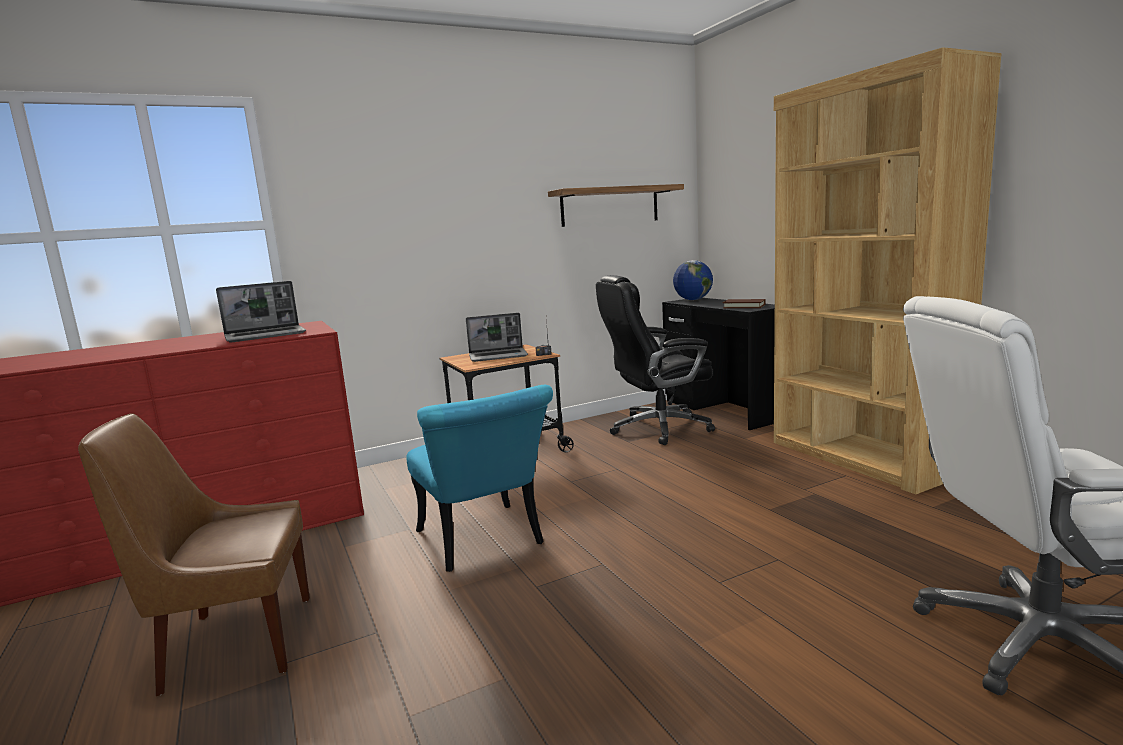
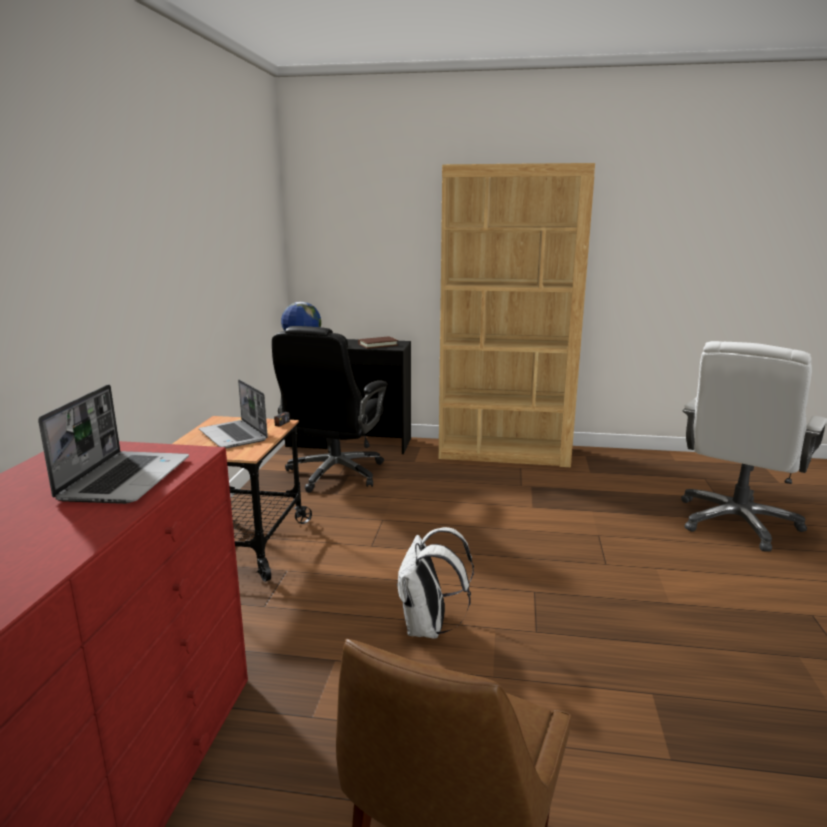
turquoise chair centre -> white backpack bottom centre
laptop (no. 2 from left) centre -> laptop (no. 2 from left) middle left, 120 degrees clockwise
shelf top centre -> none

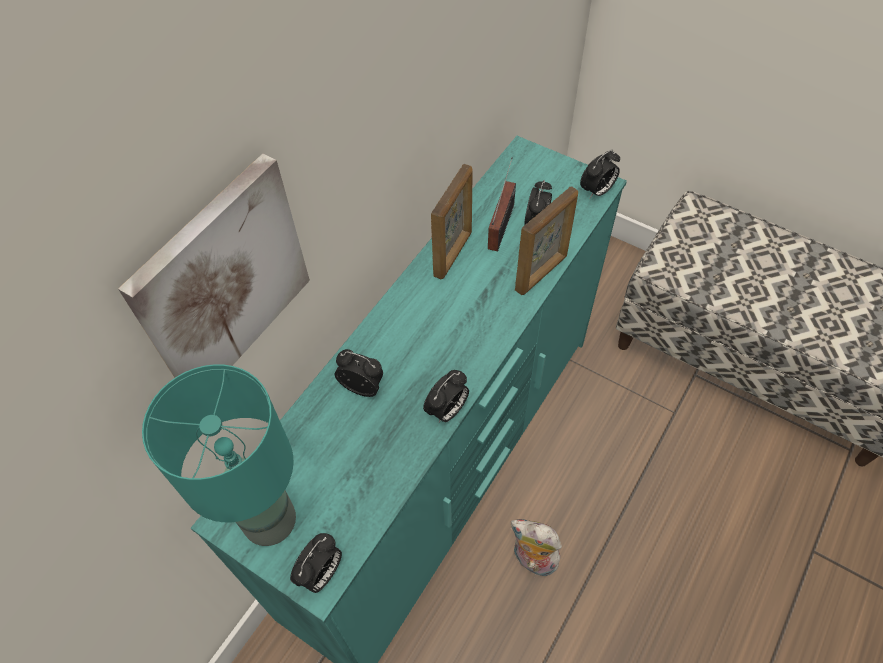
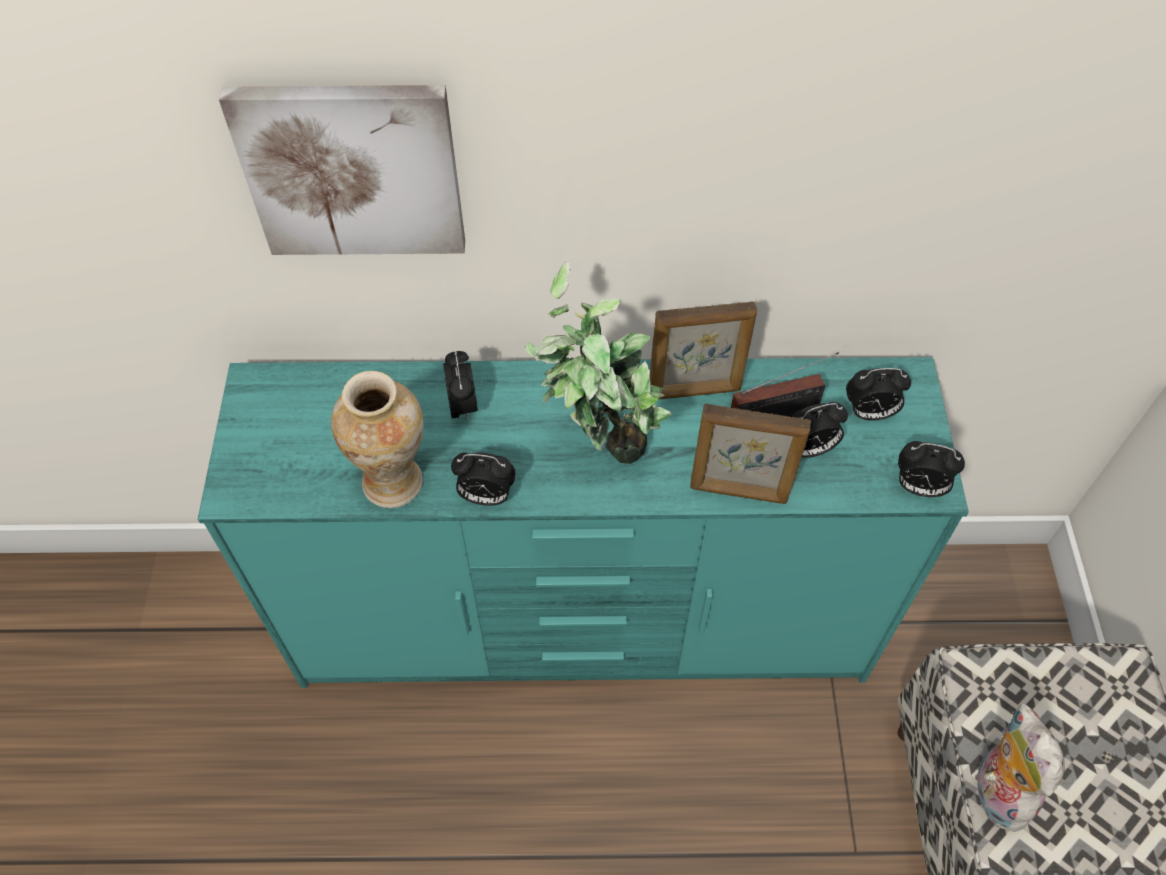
turquoise table lamp bottom left -> none
alarm clock (no. 1 from left in the first image) bottom centre -> alarm clock (no. 4 from left) middle right, shifted
plush toy bottom centre -> plush toy bottom right, shifted
none -> vase middle left
none -> potted plant centre

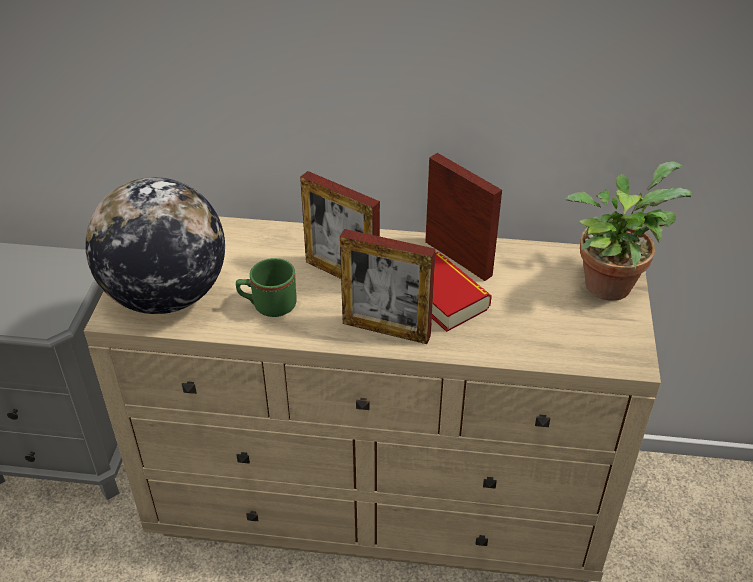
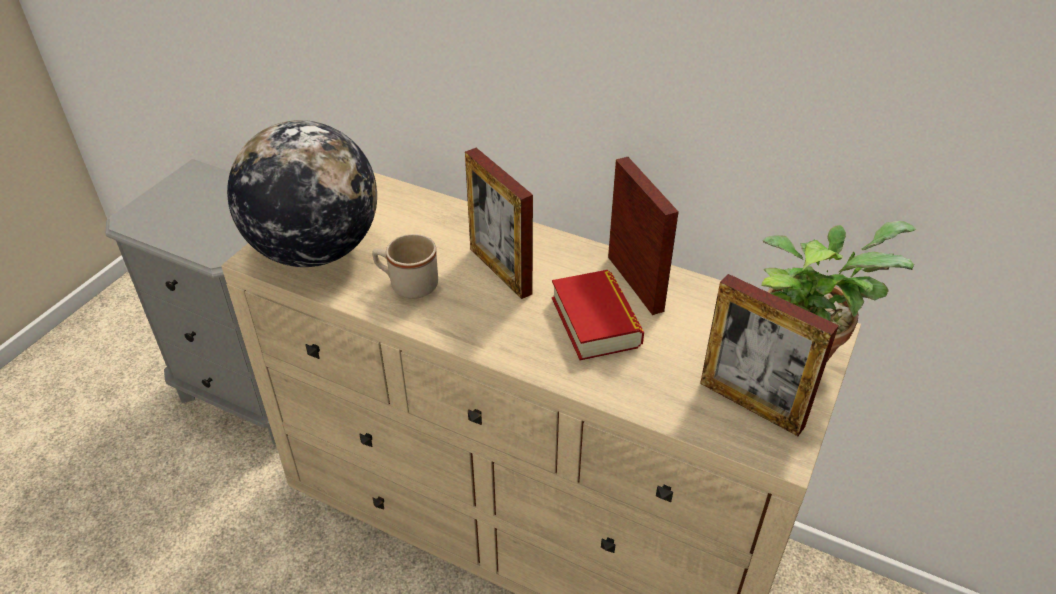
green mug centre -> beige mug centre
picture frame (no. 2 from left in the first image) centre -> picture frame (no. 3 from left) middle right, shifted

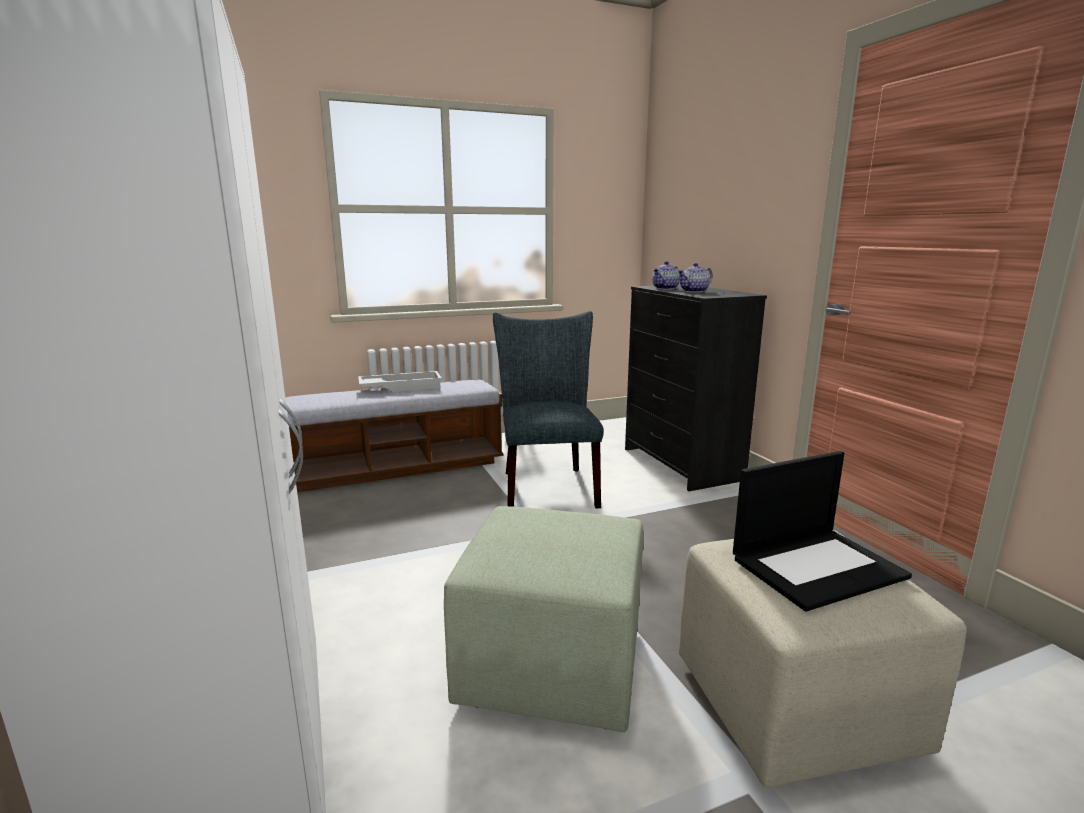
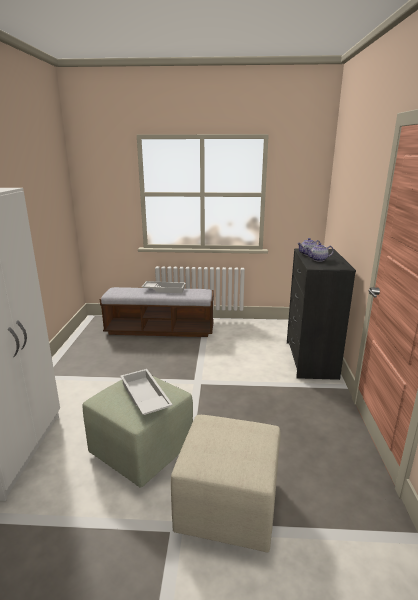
grey chair centre -> none
laptop middle right -> none
none -> white tray (no. 1 from left) centre

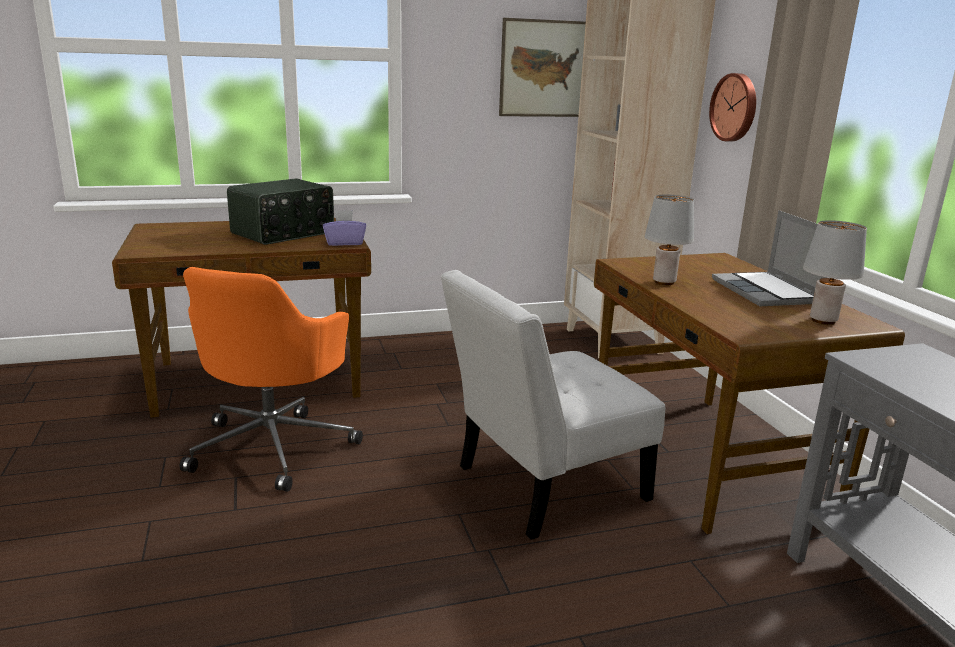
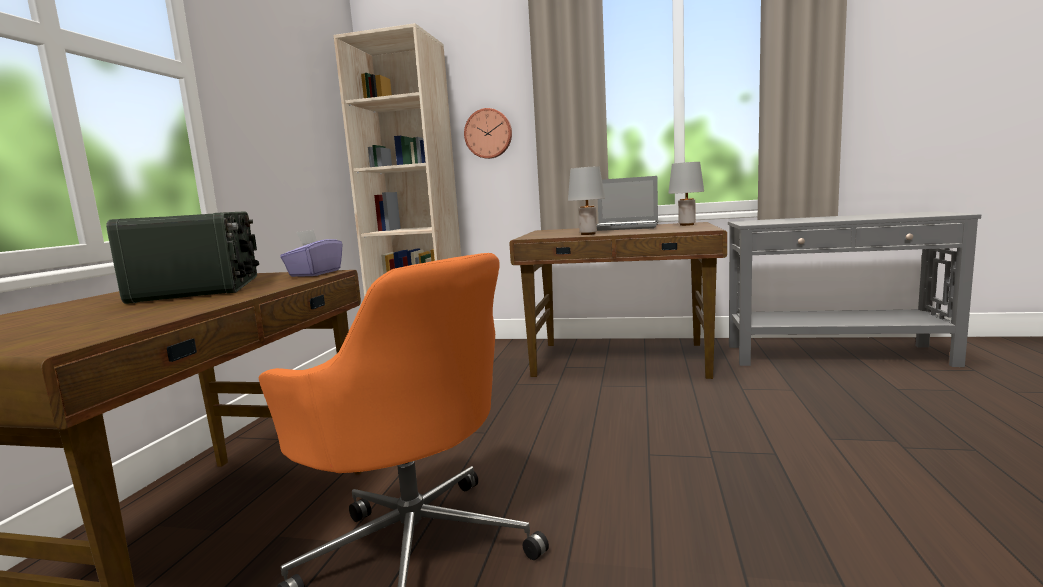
white chair centre -> none
picture top centre -> none

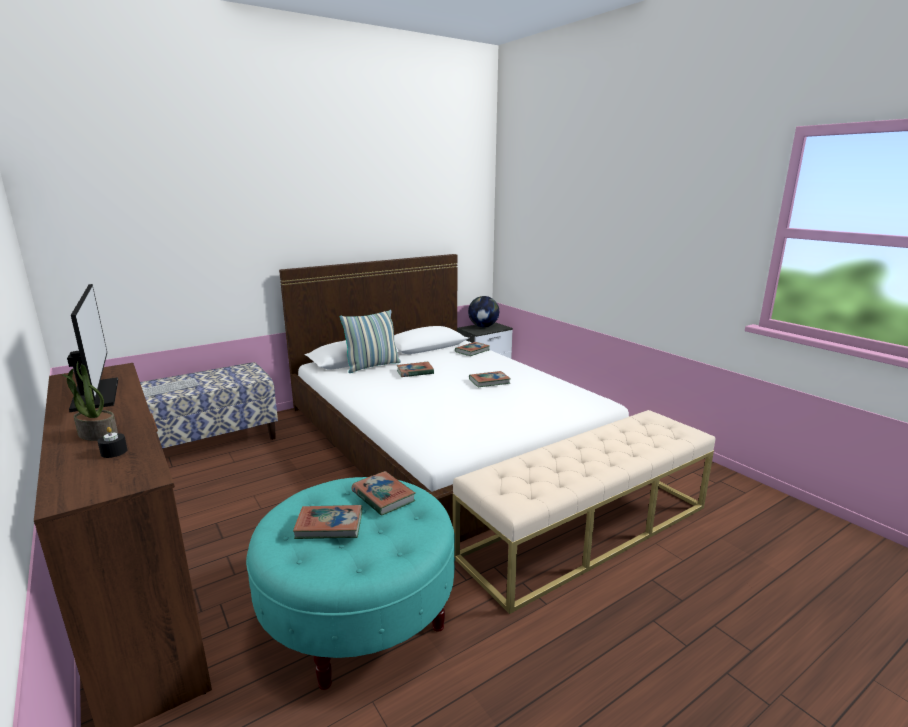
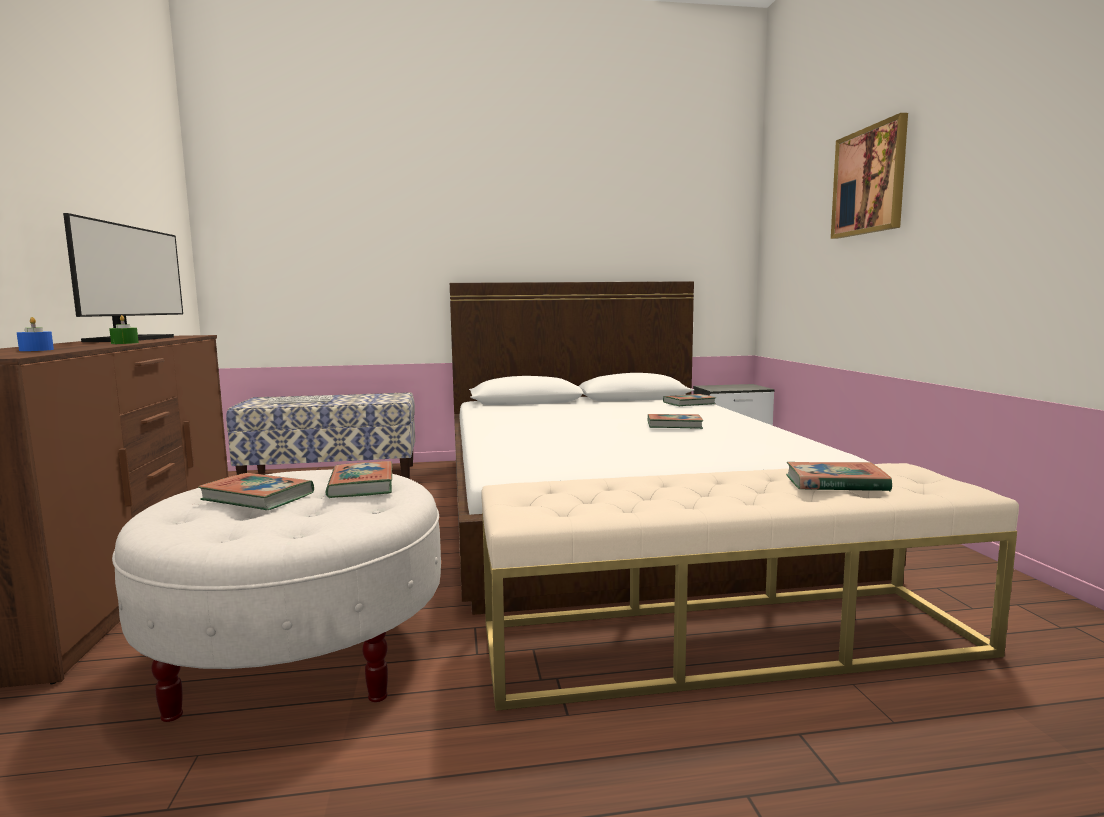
potted plant middle left -> none
black candle middle left -> blue candle middle left
turquoise ottoman bottom centre -> white ottoman bottom left
pillow centre -> none
book (no. 3 from left in the first image) centre -> book (no. 5 from left) middle right, shifted
globe centre -> none
none -> green candle middle left
none -> picture top right

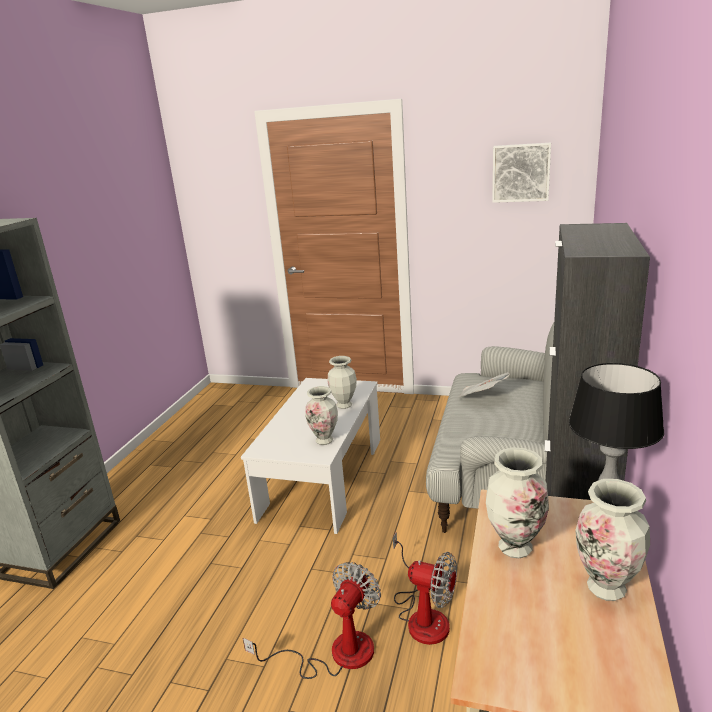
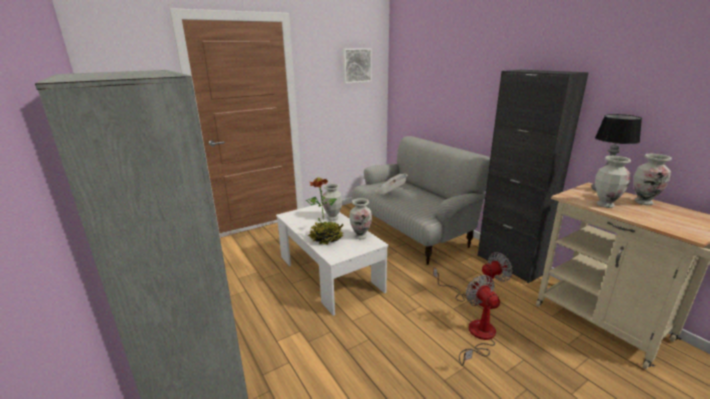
none -> potted plant centre

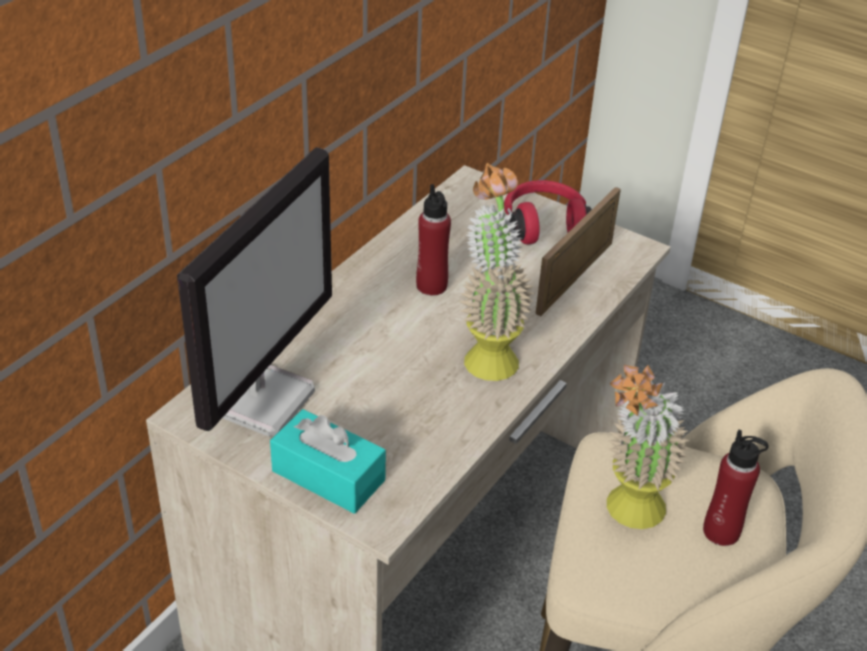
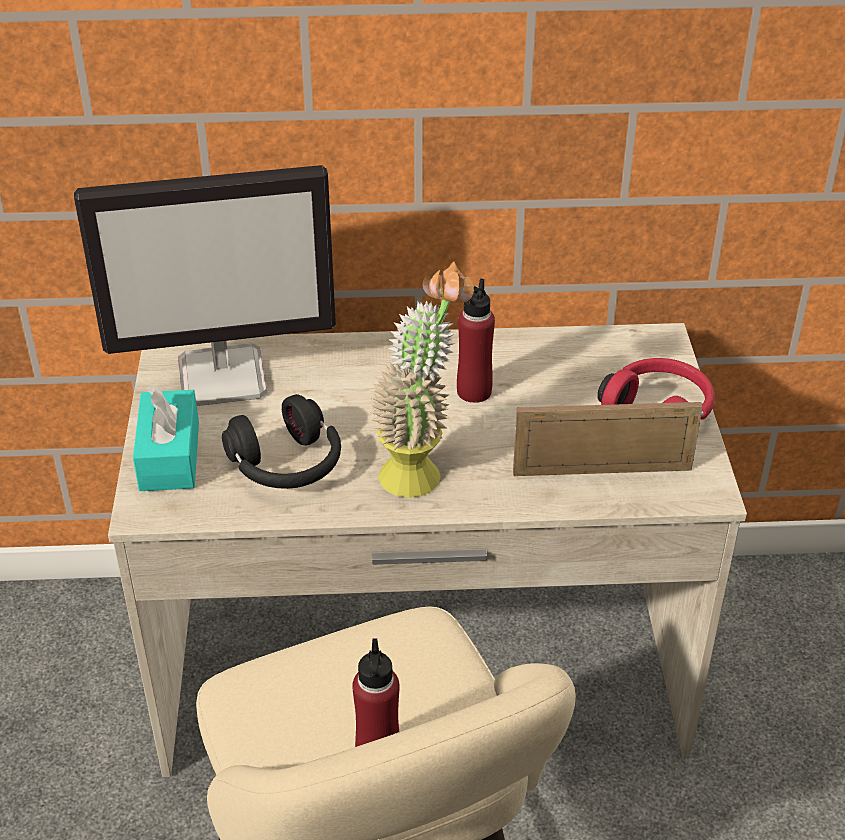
potted plant (no. 2 from left) bottom right -> none
none -> black headphones middle left

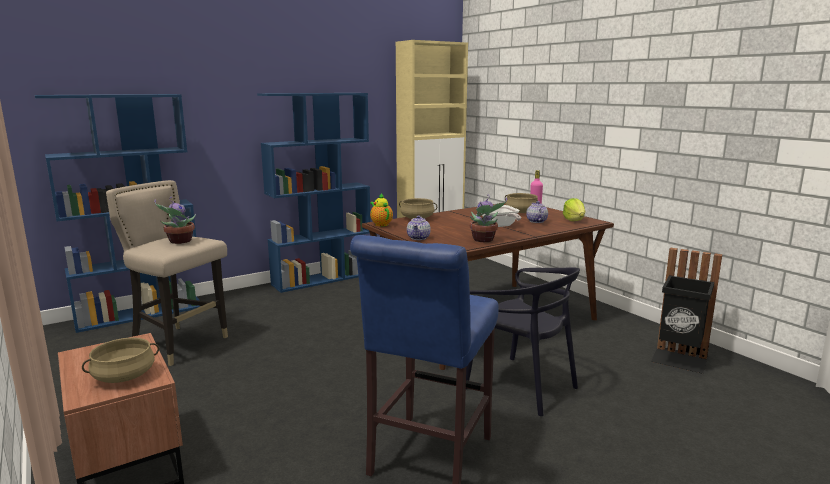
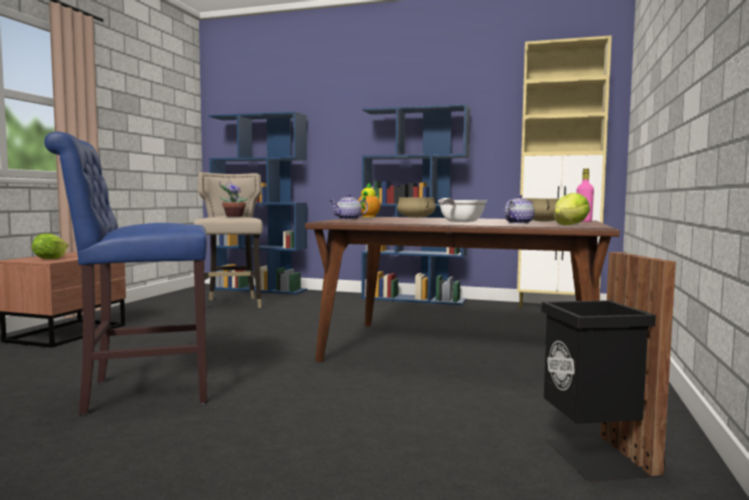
beige cooking pot (no. 1 from left) bottom left -> lettuce (no. 1 from left) middle left
black chair bottom centre -> none
potted plant (no. 2 from left) centre -> none

